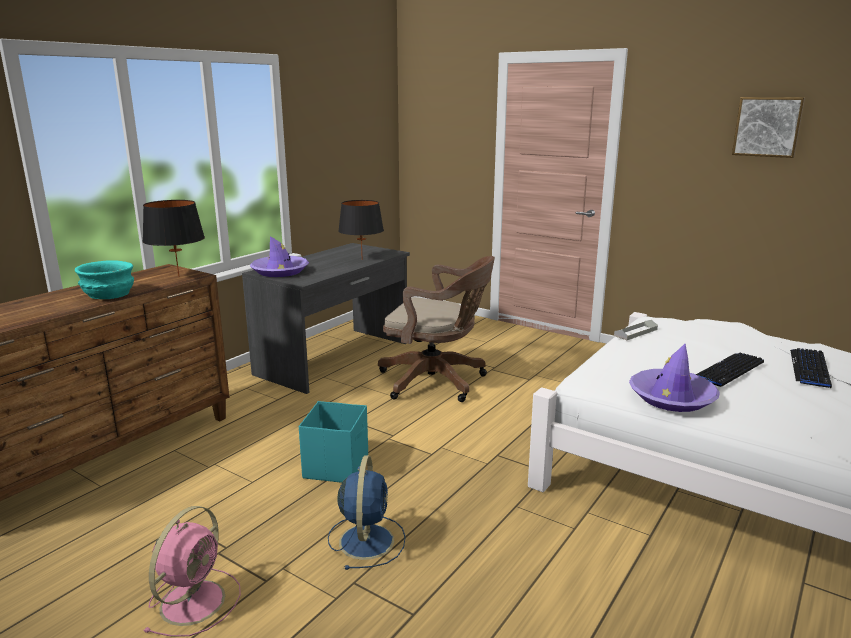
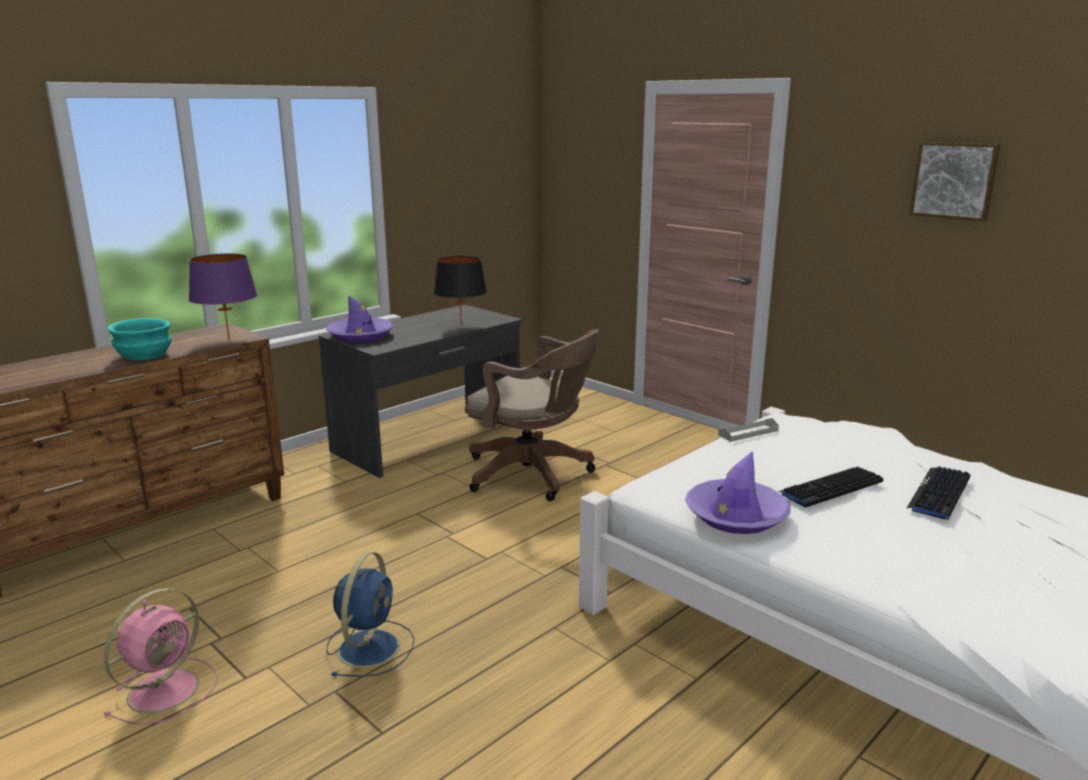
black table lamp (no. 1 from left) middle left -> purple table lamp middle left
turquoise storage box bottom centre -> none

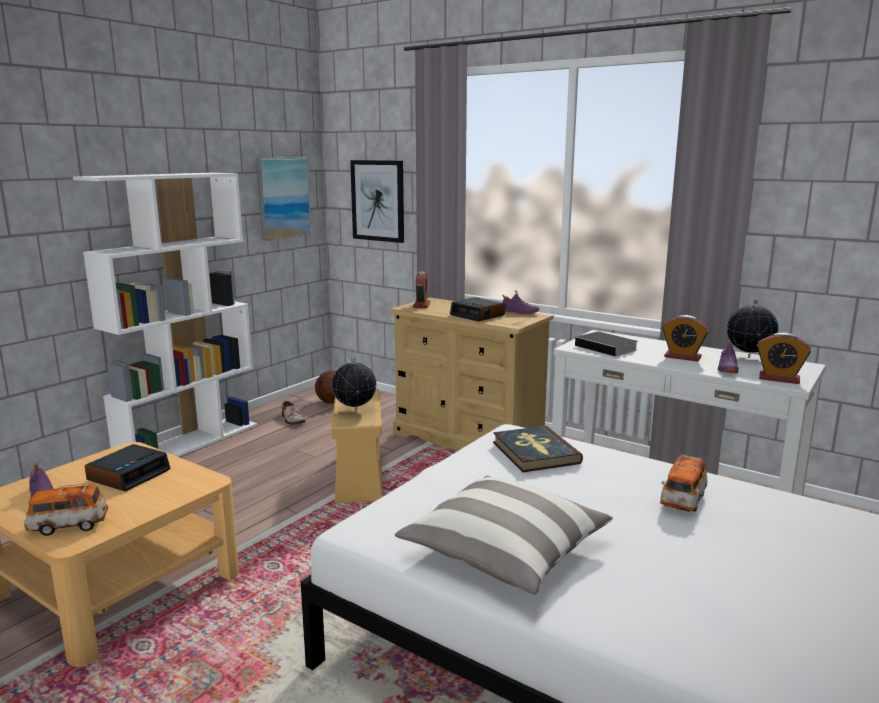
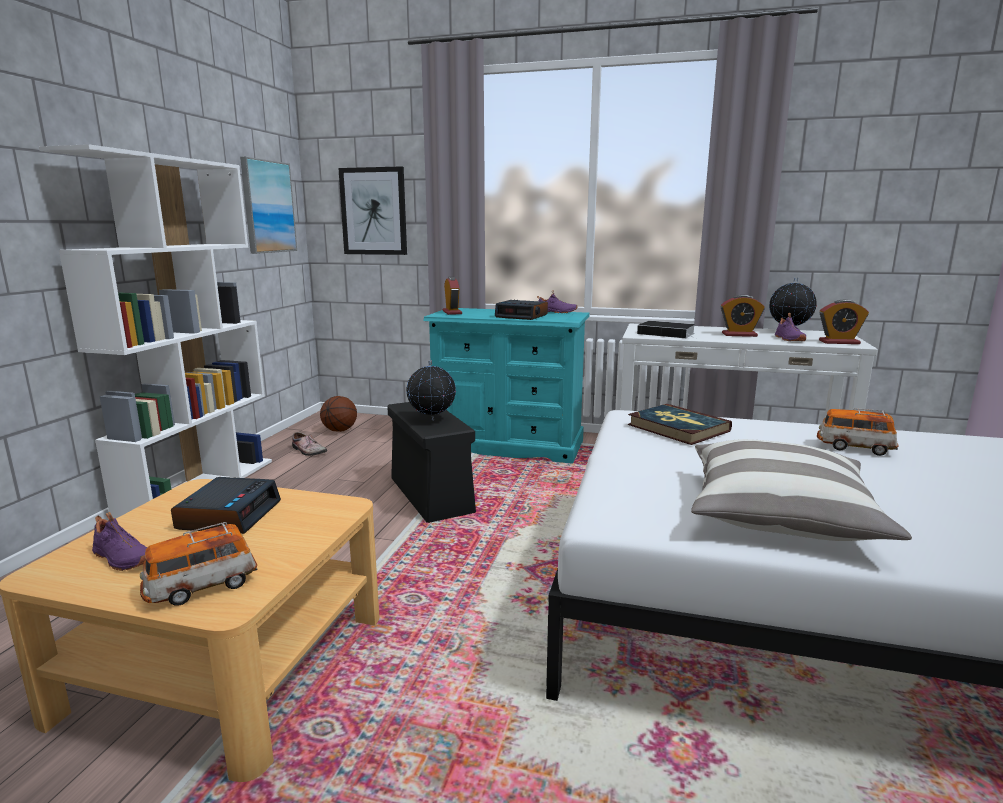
beige storage box centre -> black storage box centre
beige dresser centre -> turquoise dresser centre
toy car (no. 2 from left) bottom right -> toy car (no. 2 from left) middle right, 105 degrees clockwise

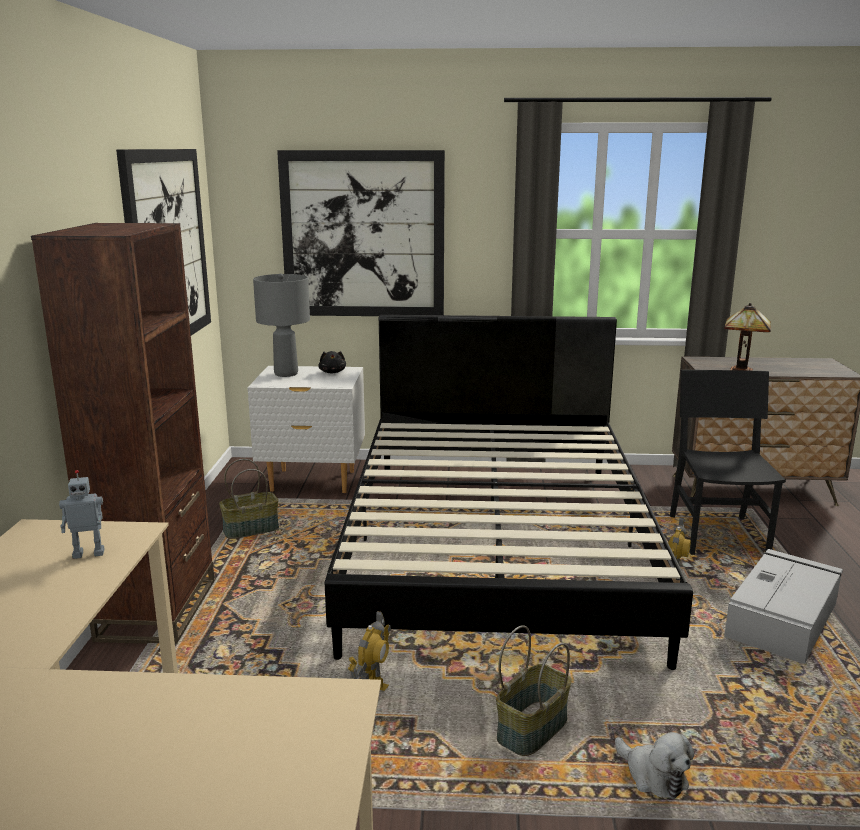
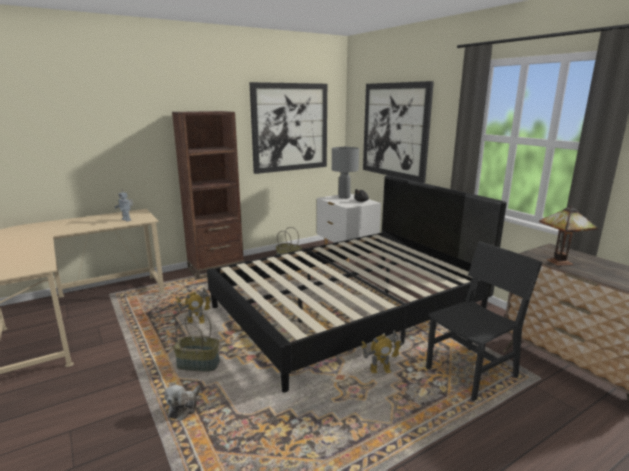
grey storage box bottom right -> none

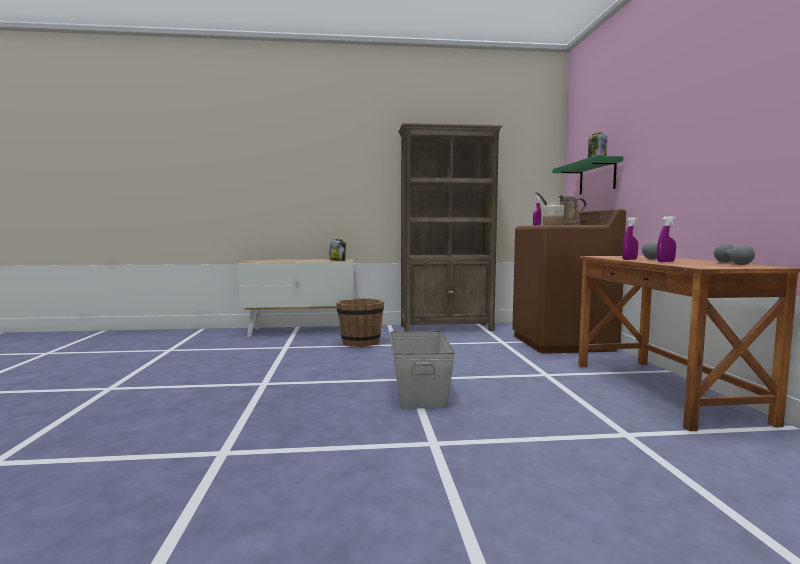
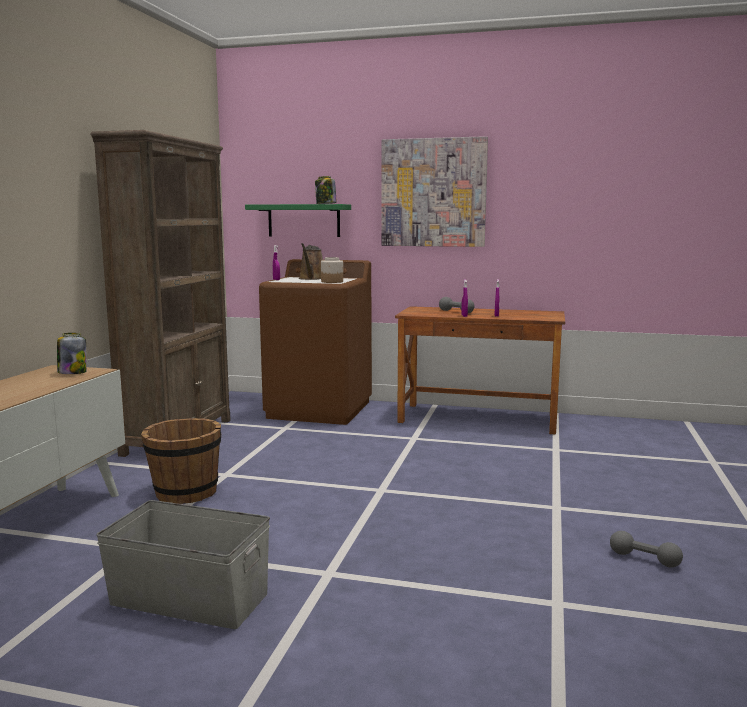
grey storage box centre -> grey storage box bottom left, shifted
grey dumbbell (no. 2 from left) middle right -> grey dumbbell (no. 2 from left) bottom right, shifted
none -> picture top centre

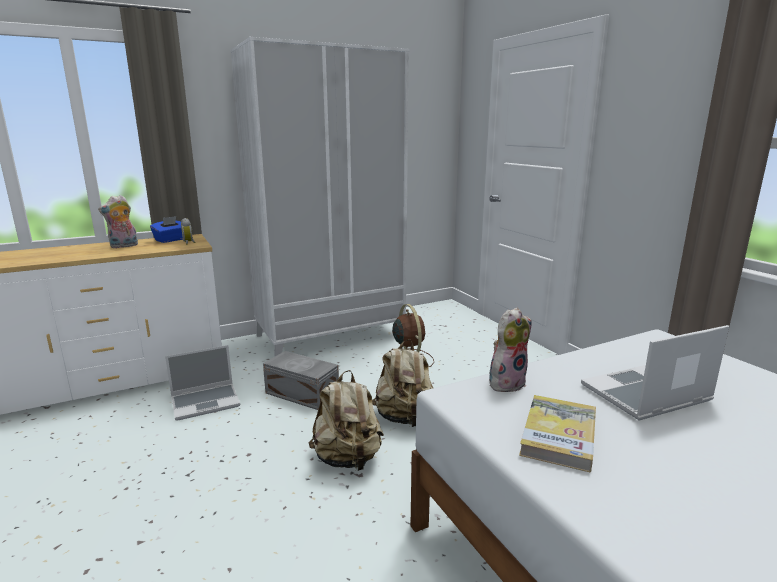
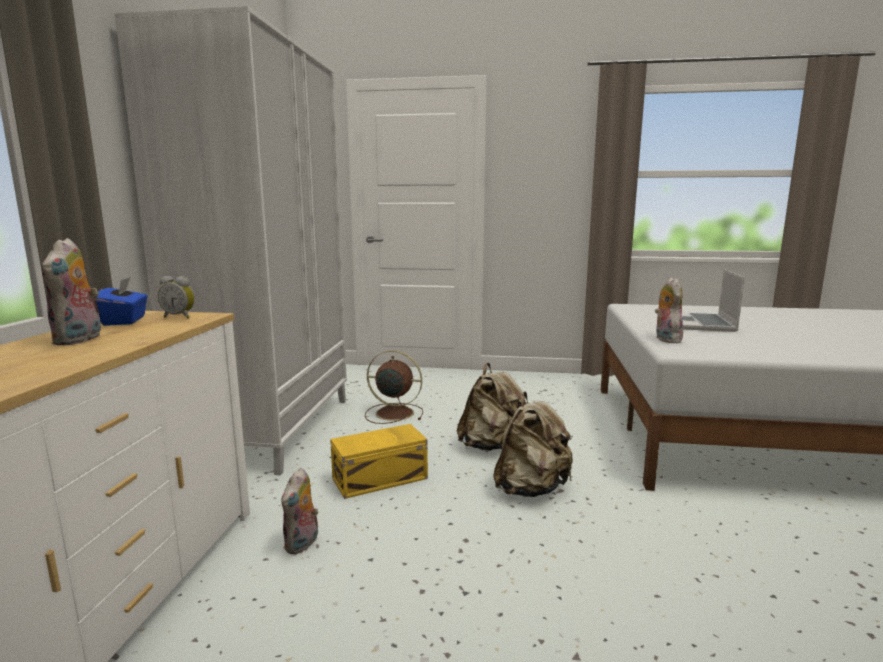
laptop (no. 1 from left) middle left -> plush toy (no. 2 from left) bottom centre
grey storage box centre -> yellow storage box bottom centre
book bottom right -> none

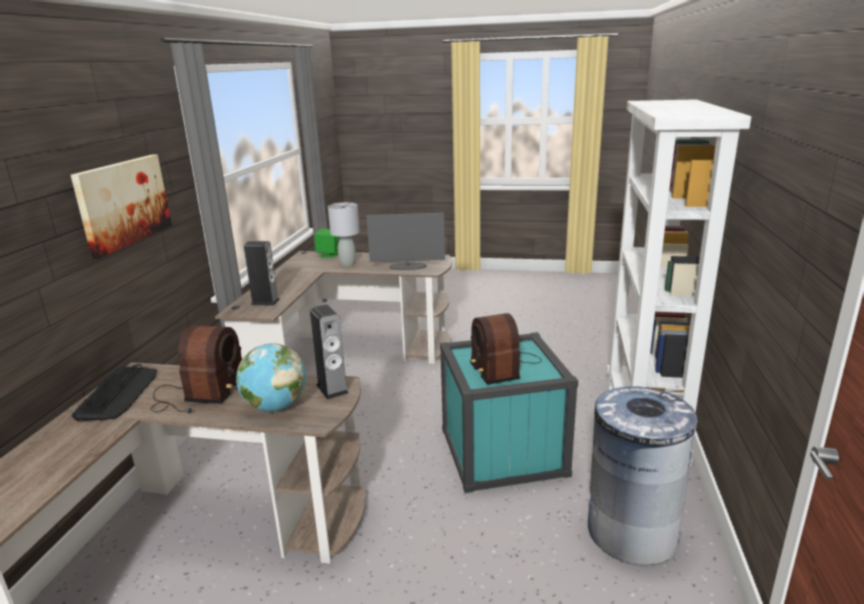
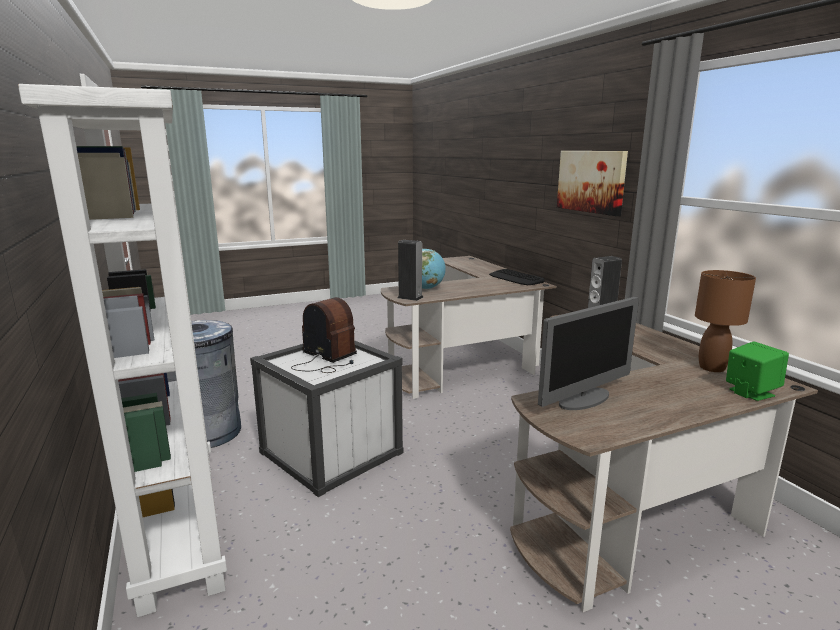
radio (no. 1 from left) middle left -> none
grey table lamp centre -> none
turquoise storage box bottom centre -> white storage box centre
none -> brown table lamp middle right

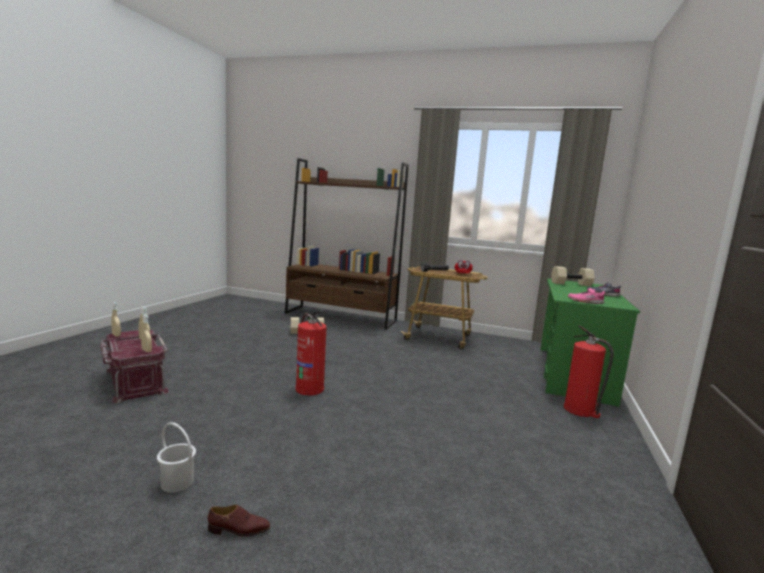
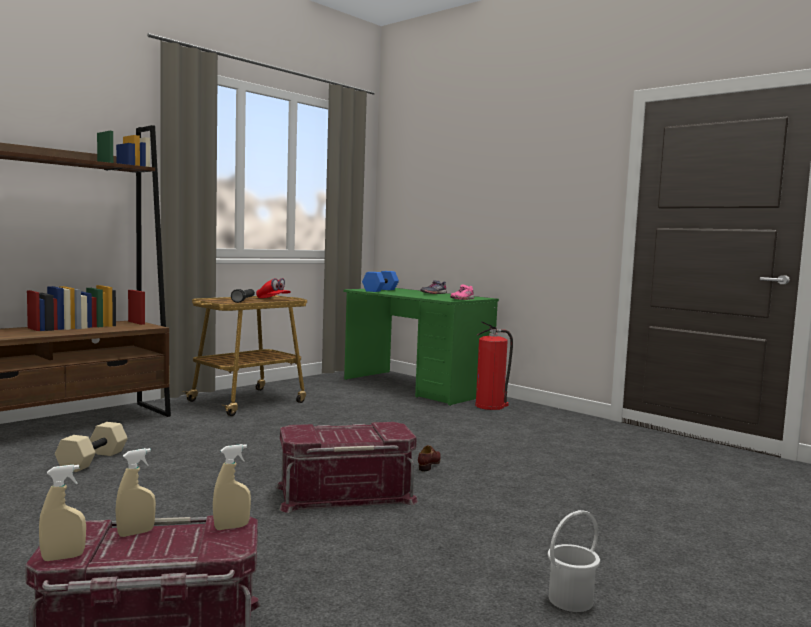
brown shoe bottom left -> brown shoe bottom centre, shifted
fire extinguisher (no. 1 from left) centre -> red storage box (no. 2 from left) bottom centre
beige dumbbell (no. 2 from left) middle right -> blue dumbbell centre

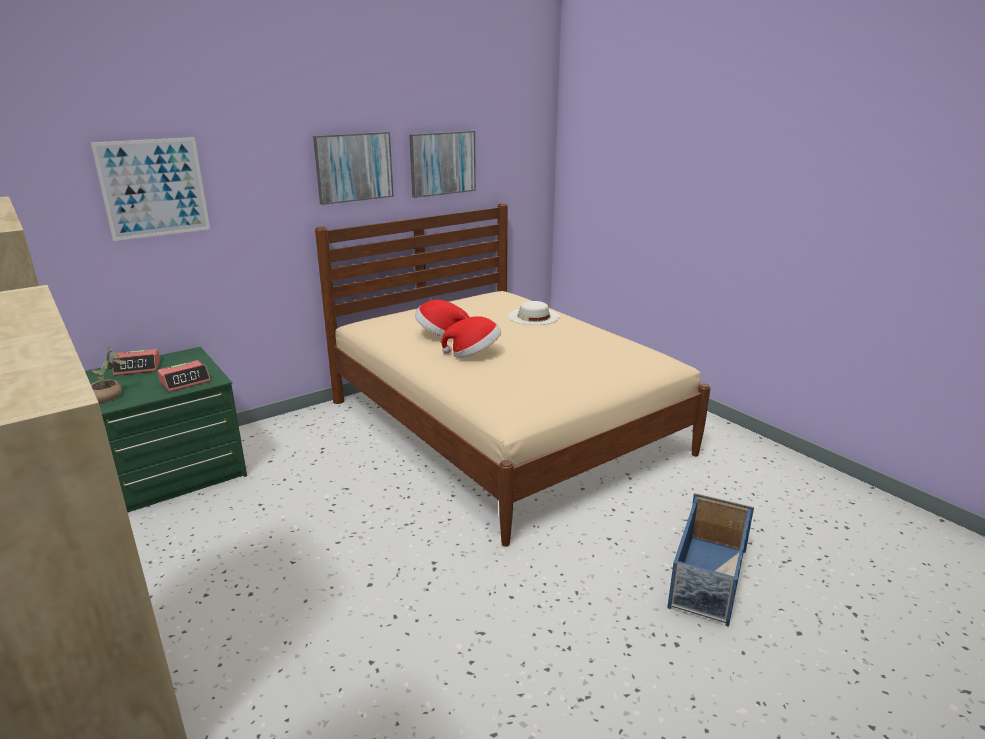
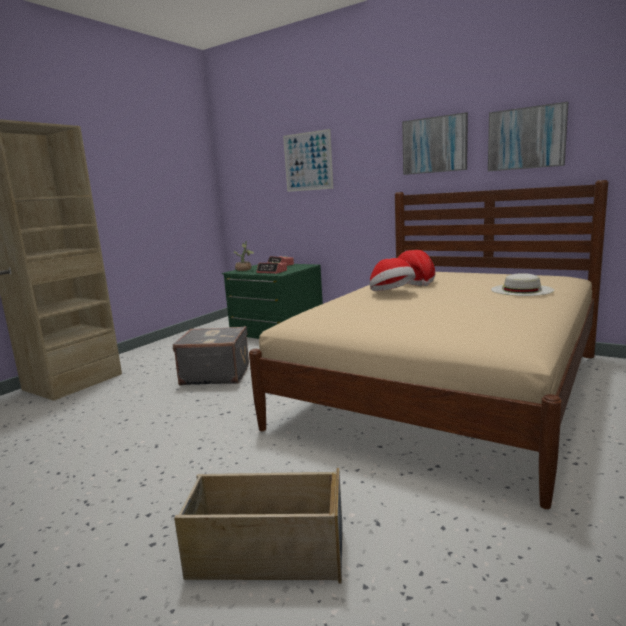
blue storage box bottom right -> beige storage box bottom centre
none -> grey suitcase centre

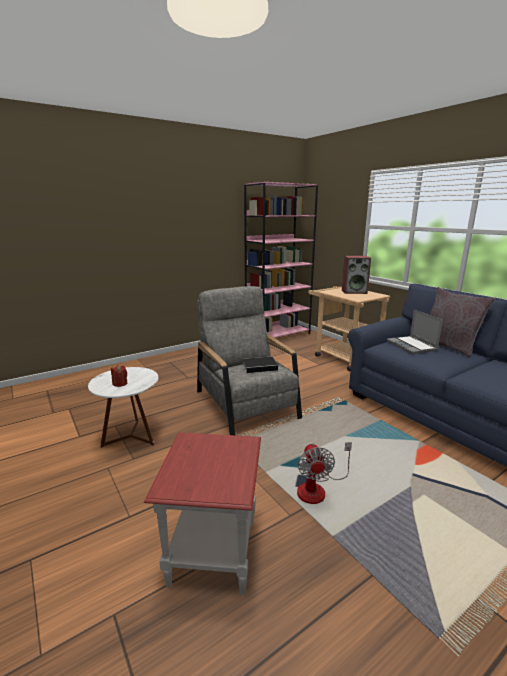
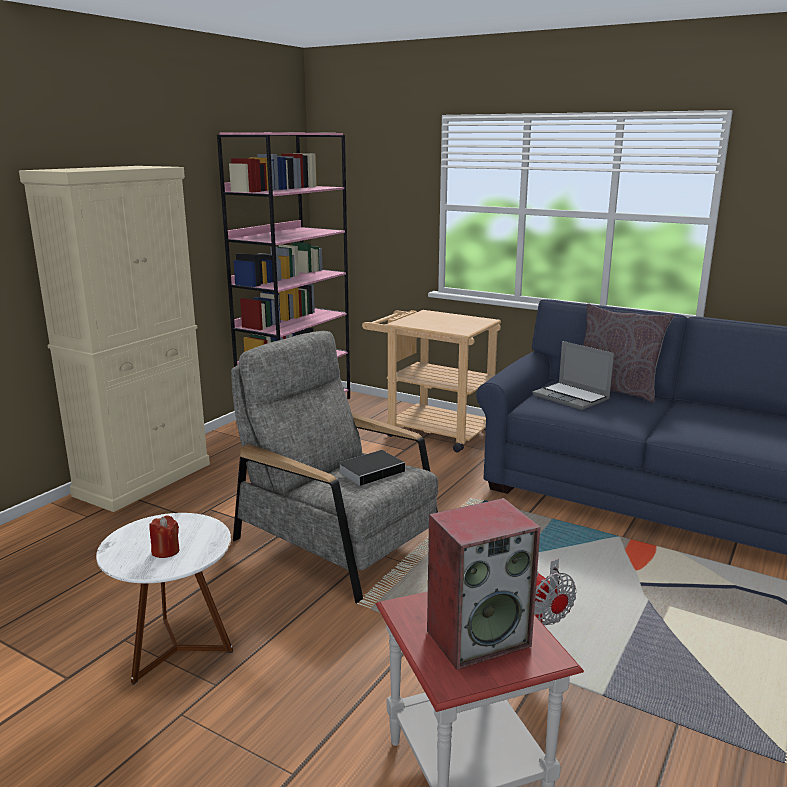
speaker middle right -> speaker bottom centre, shifted
none -> beige cabinet middle left

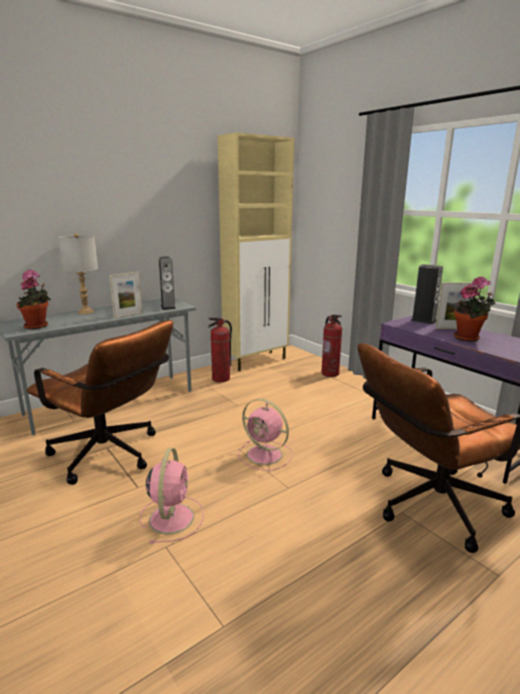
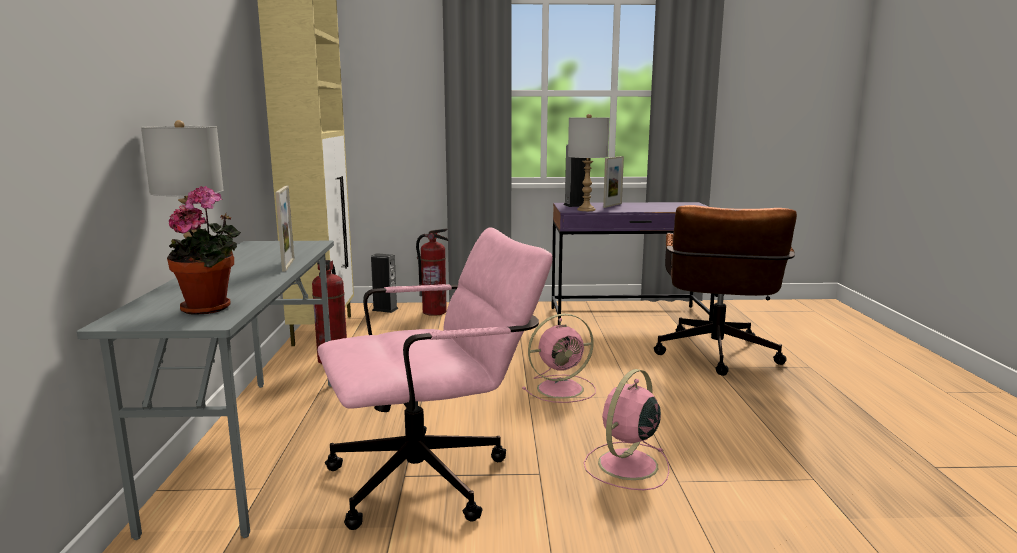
brown office chair (no. 1 from left) middle left -> pink office chair bottom centre
pink fan (no. 1 from left in the first image) bottom left -> pink fan (no. 2 from left) bottom centre, 90 degrees counterclockwise
speaker (no. 1 from left) middle left -> speaker (no. 1 from left) centre, shifted
potted plant (no. 2 from left) middle right -> none
none -> grey table lamp (no. 2 from left) top centre

